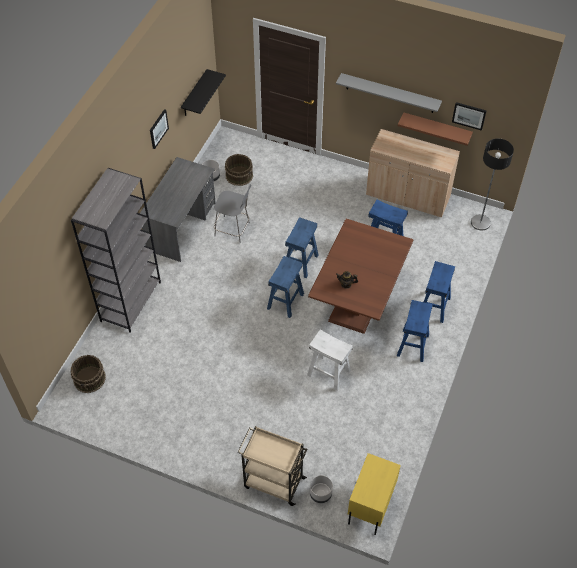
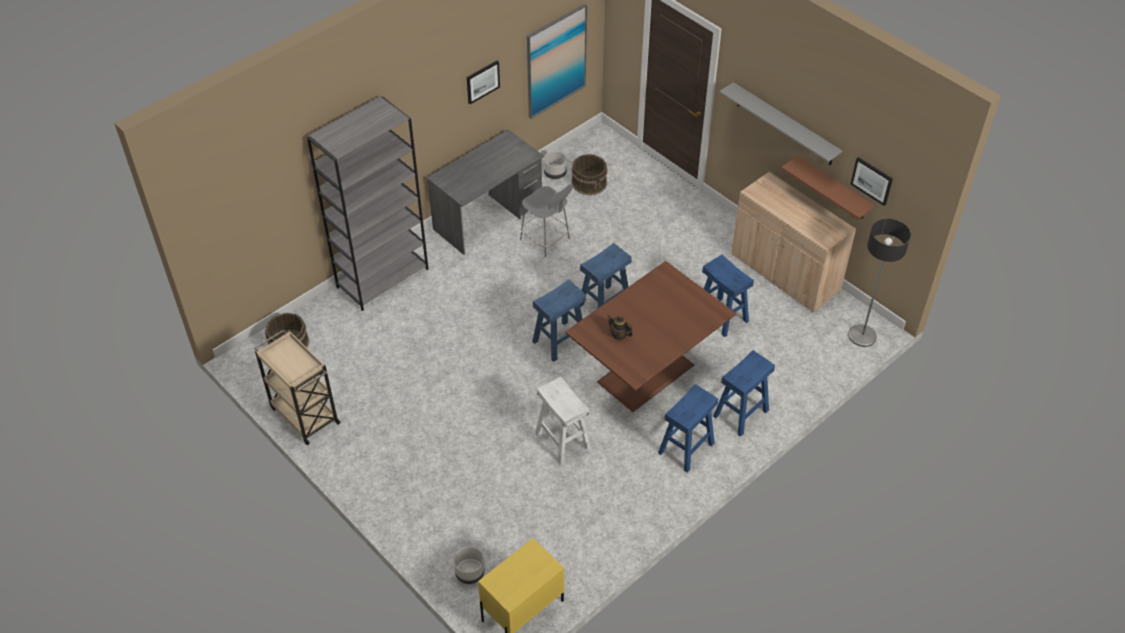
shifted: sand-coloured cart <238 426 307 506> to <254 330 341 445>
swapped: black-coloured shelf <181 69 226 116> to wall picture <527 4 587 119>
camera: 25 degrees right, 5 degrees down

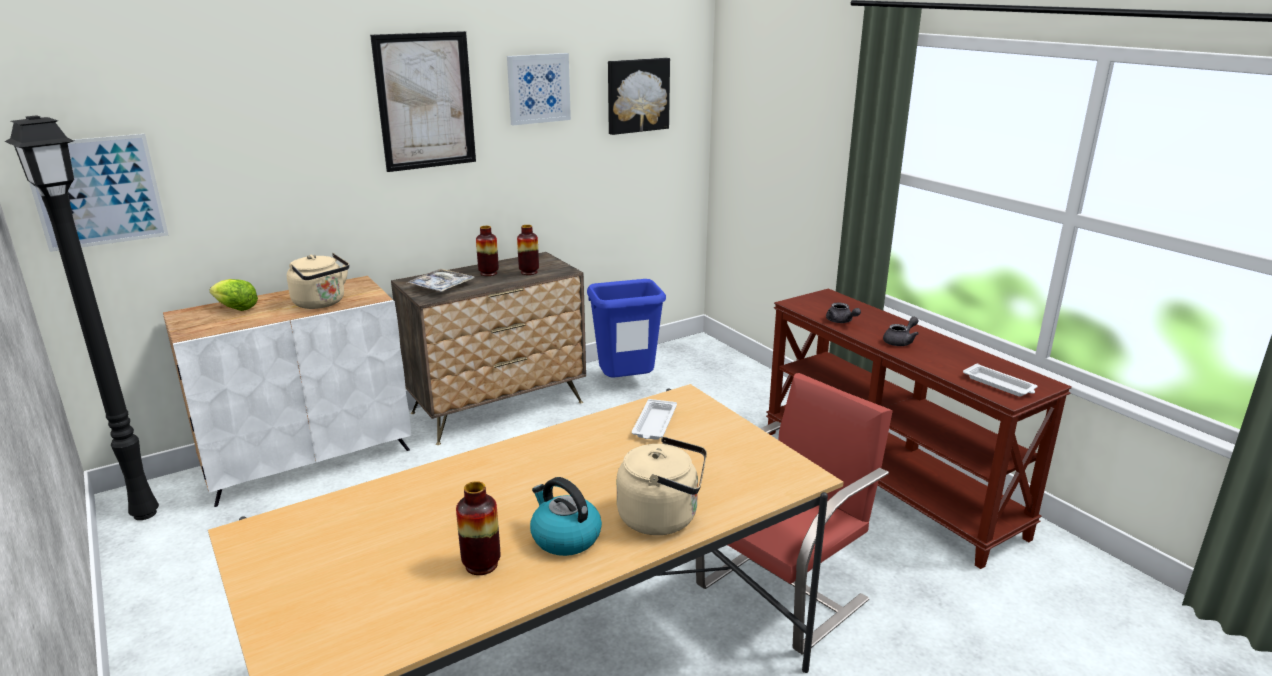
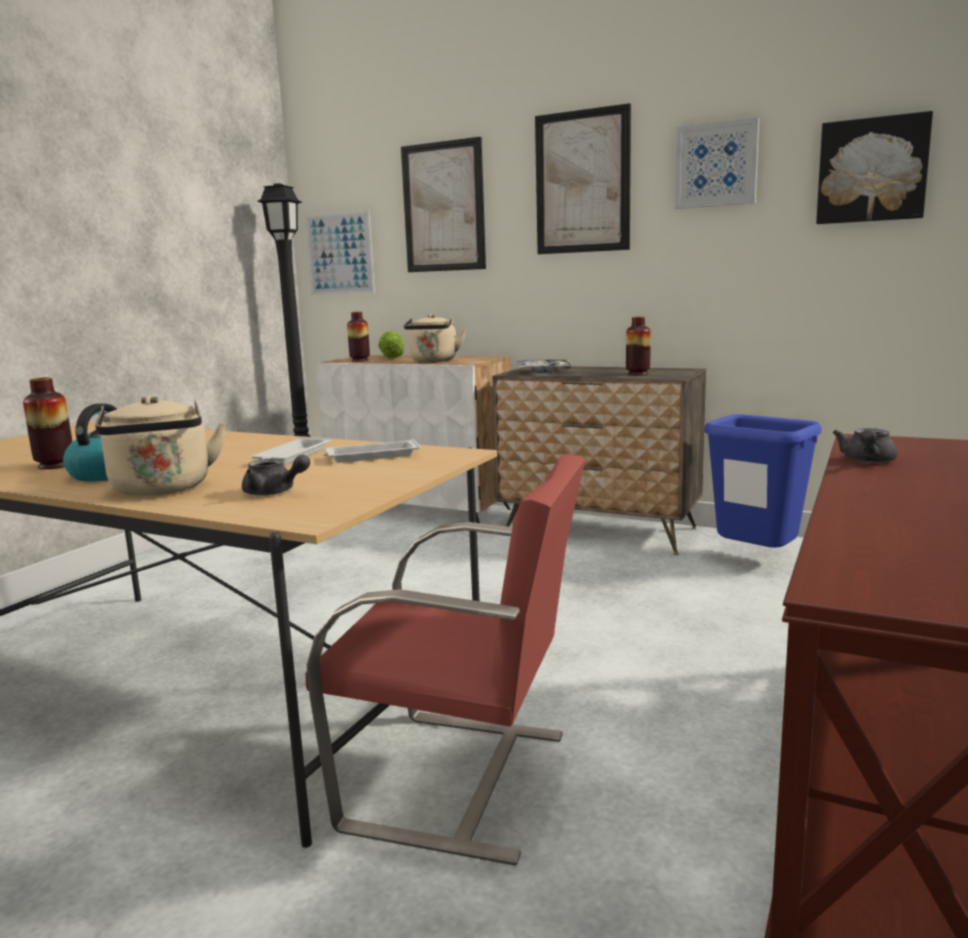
new: wall picture <401 137 486 272>
shifted: decorative vase <476 226 499 276> to <347 312 370 362>; gray tea pot <883 317 919 346> to <242 455 310 496>; white carrying tray <963 363 1038 397> to <251 437 331 465>
camera: 60 degrees right, 10 degrees down

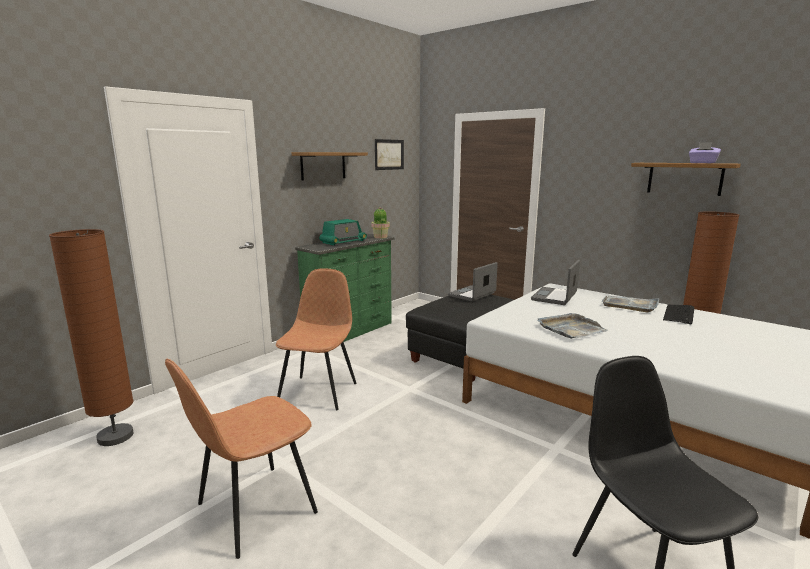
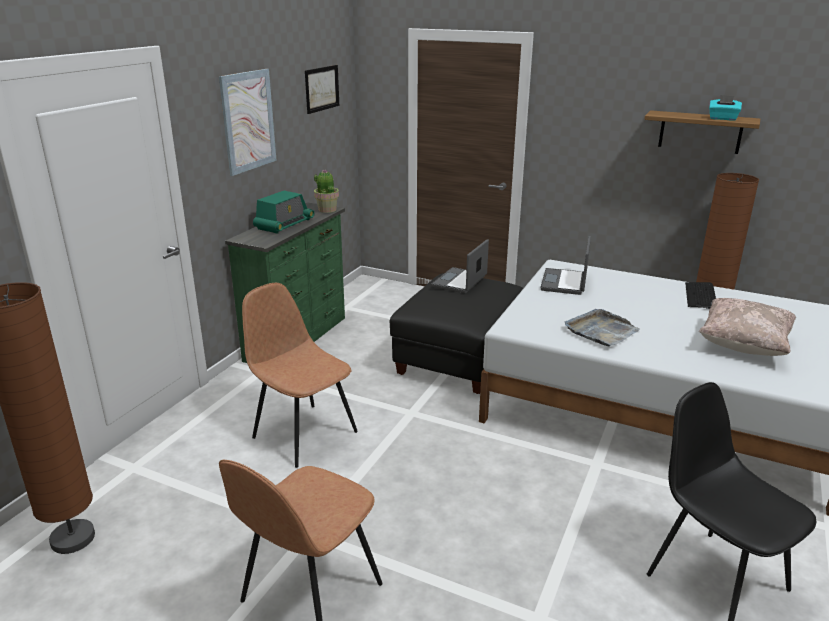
gone: gray carrying tray <602 296 659 312>
new: sand-coloured throw pillow <699 298 796 356>
swapped: shelf <292 152 368 180> to wall picture <219 69 277 176>
repainted: purple tissue holder <689 142 721 163> to turquoise tissue holder <709 95 742 120>
rotated: brownish plain chair <276 268 356 411> = <242 283 358 468> 45 degrees counterclockwise
camera: 15 degrees left, 10 degrees up

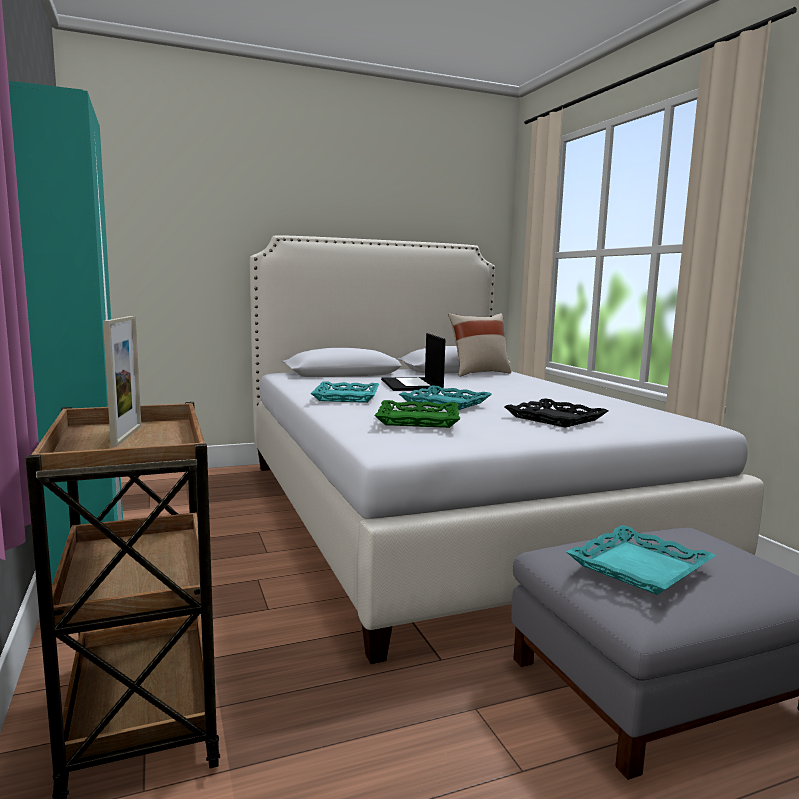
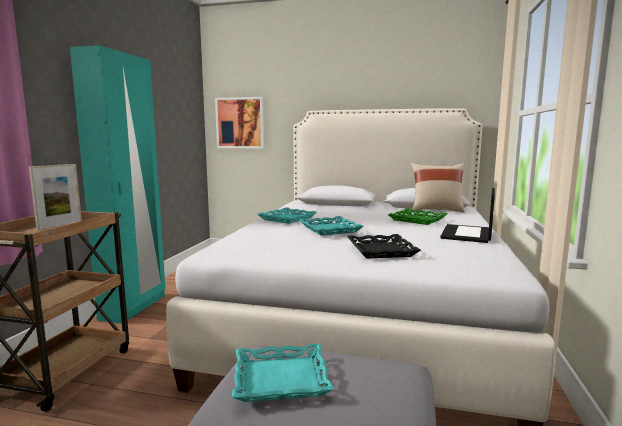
new: wall picture <215 97 264 149>
shifted: green-coloured carrying tray <375 400 460 428> to <388 208 447 225>; laptop <381 333 445 391> to <440 188 495 243>
camera: 35 degrees right, 0 degrees up

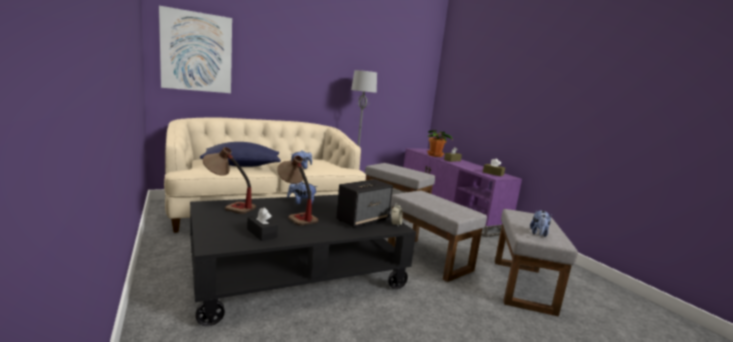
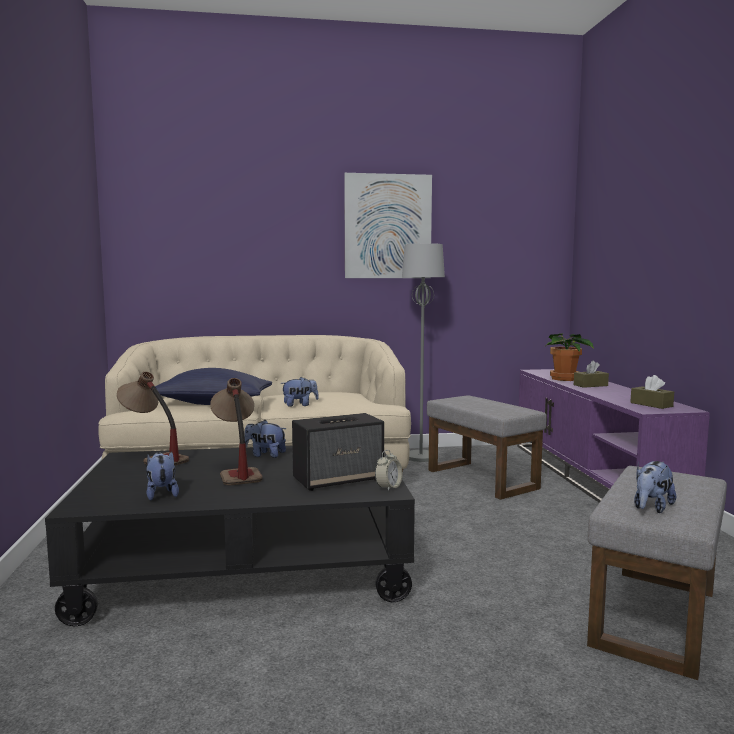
gone: gray footrest <388 190 487 282>
shifted: wall picture <159 6 232 93> to <344 173 432 278>
swapped: black-coloured tissue holder <247 208 278 241> to soft toy <146 452 179 501>
camera: 20 degrees right, 5 degrees down

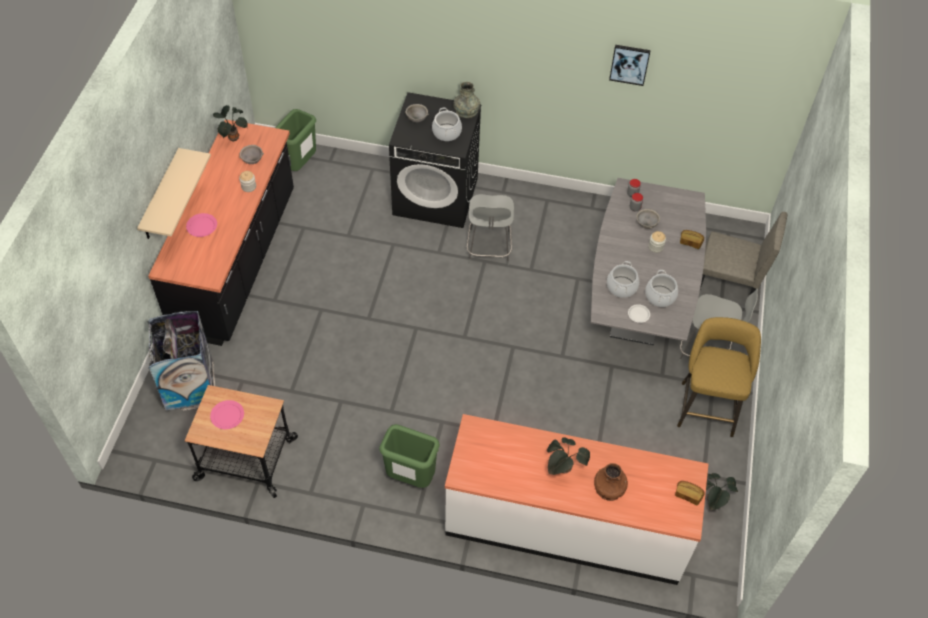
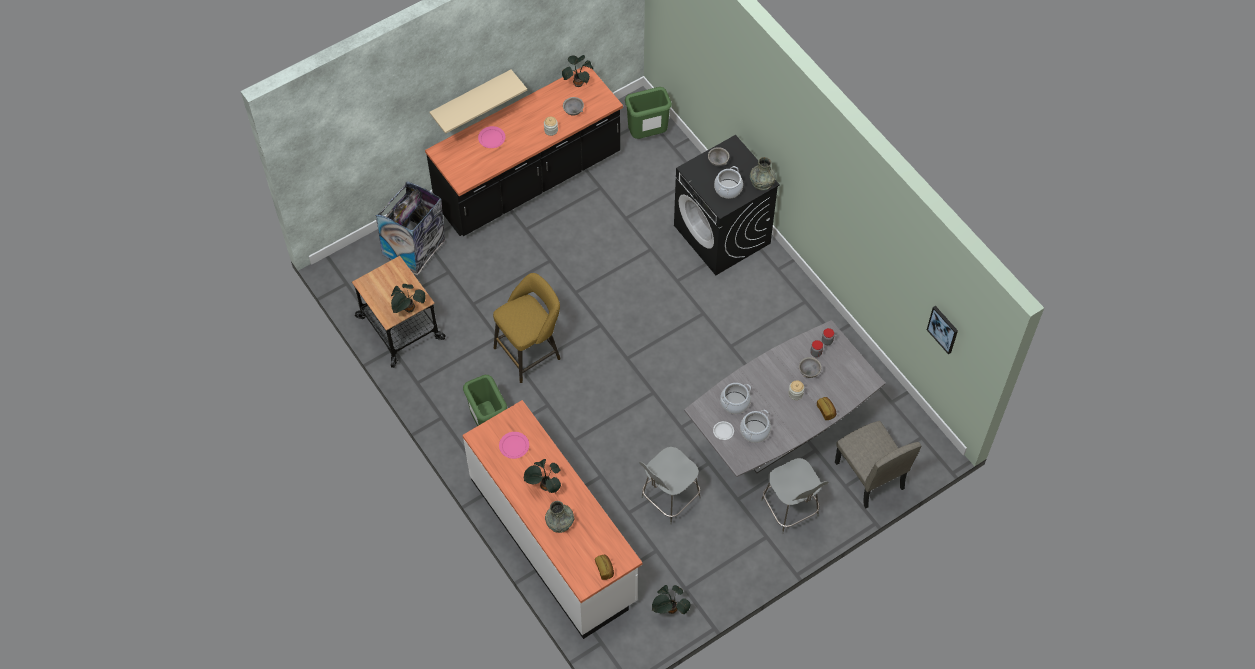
new: potted plant <391 284 426 314>
shifted: pink plate <210 400 244 429> to <499 432 529 459>; gray plain chair <467 194 514 265> to <639 447 701 525>; wall picture <609 45 651 86> to <927 306 958 355>; yellow-coloured stool seat <677 317 761 437> to <493 273 561 383>
repainted: brownish decorative vase <594 463 628 501> to gray decorative vase <545 501 574 533>
camera: 45 degrees right, 5 degrees up

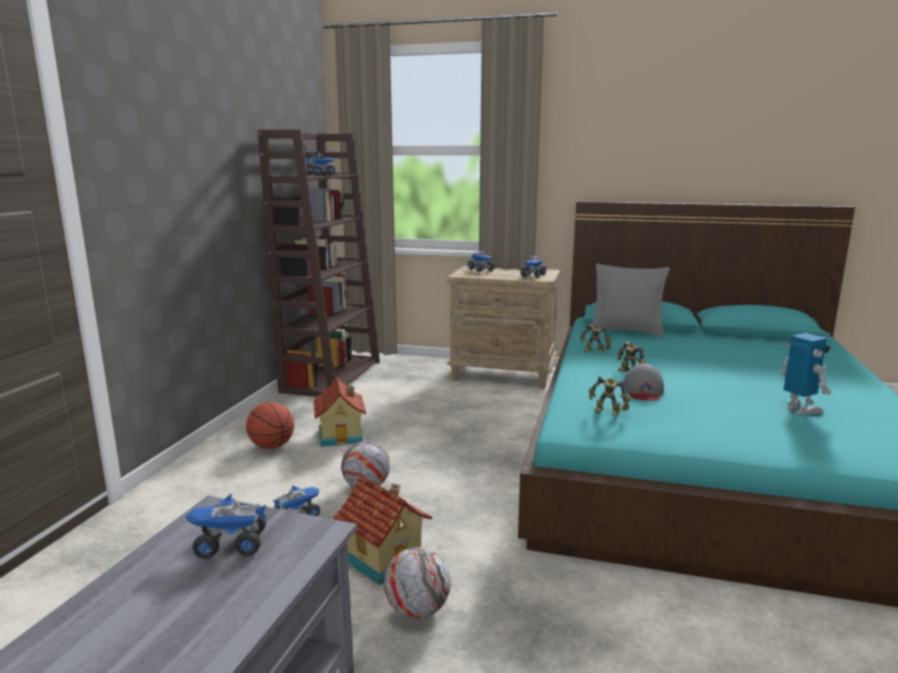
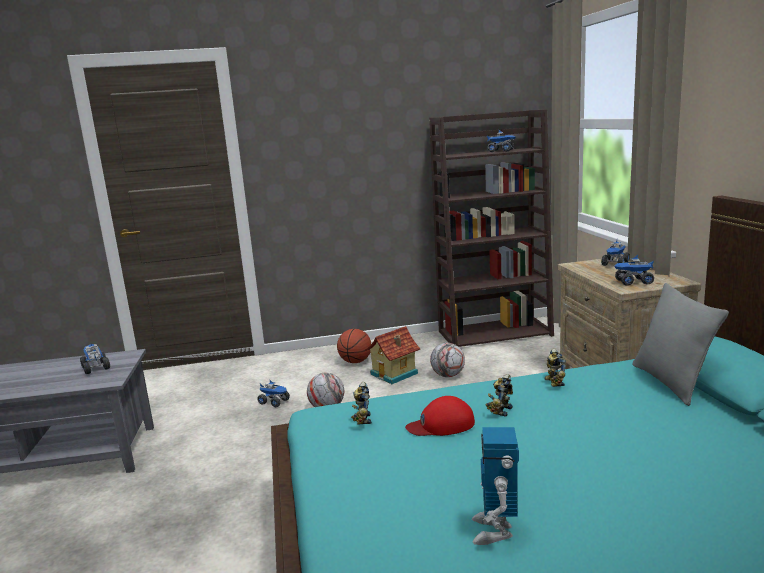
gone: miniature house <333 475 432 585>
shifted: football ball <384 547 451 618> to <430 343 465 377>
repainted: gray cap <624 363 664 401> to red-coloured cap <405 396 475 436>
rotated: model robot <780 333 831 414> = <472 427 519 545> 150 degrees clockwise
camera: 65 degrees right, 0 degrees up

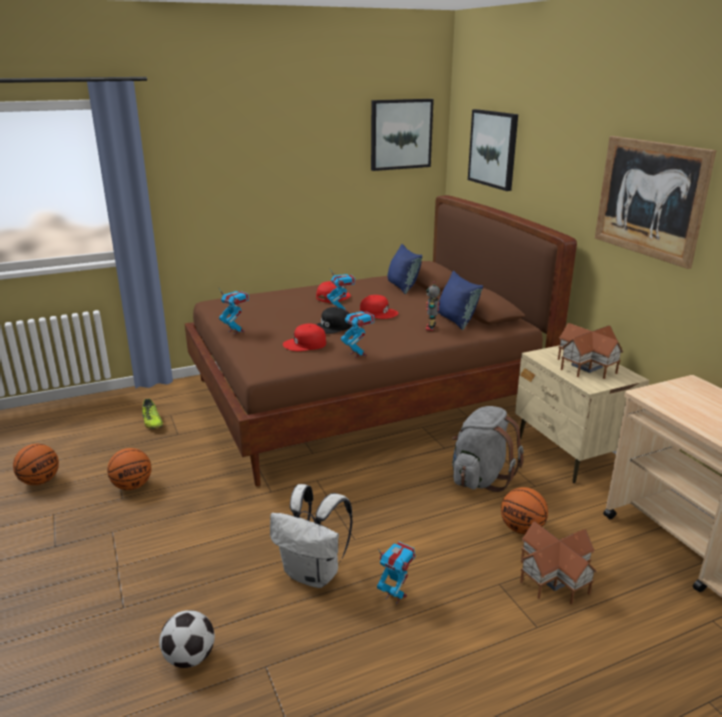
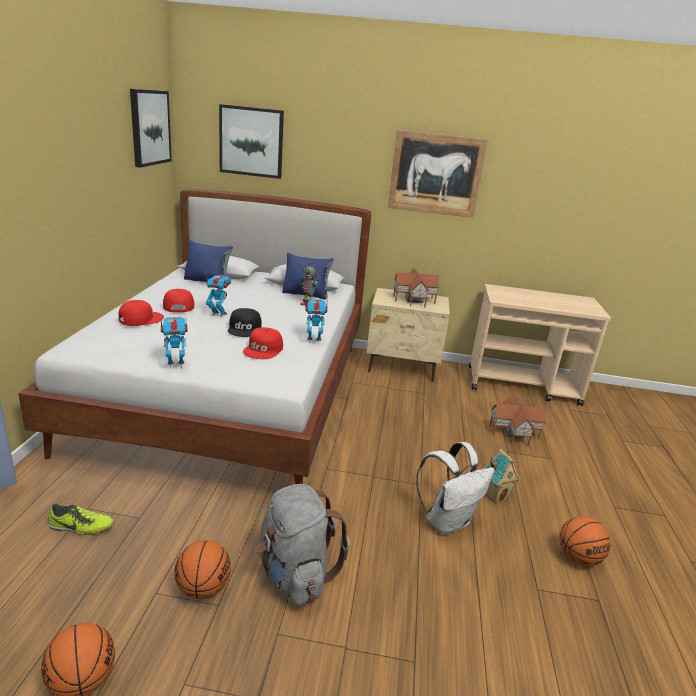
gone: football ball <159 610 215 668>
shifted: red-coloured cap <360 295 398 319> to <118 300 164 326>; gray knapsack <452 406 524 492> to <255 484 350 606>; basketball ball <501 487 548 534> to <559 516 611 566>
swapped: model robot <377 542 416 604> to miniature house <483 449 521 503>
repainted: brownish bed <185 195 577 487> to white bed <18 189 371 484>
camera: 60 degrees left, 0 degrees up

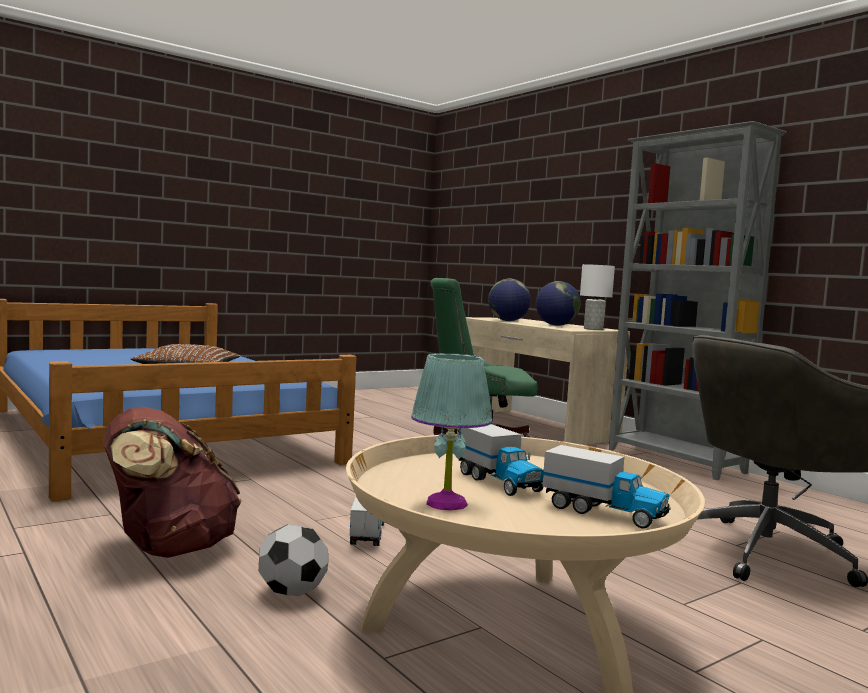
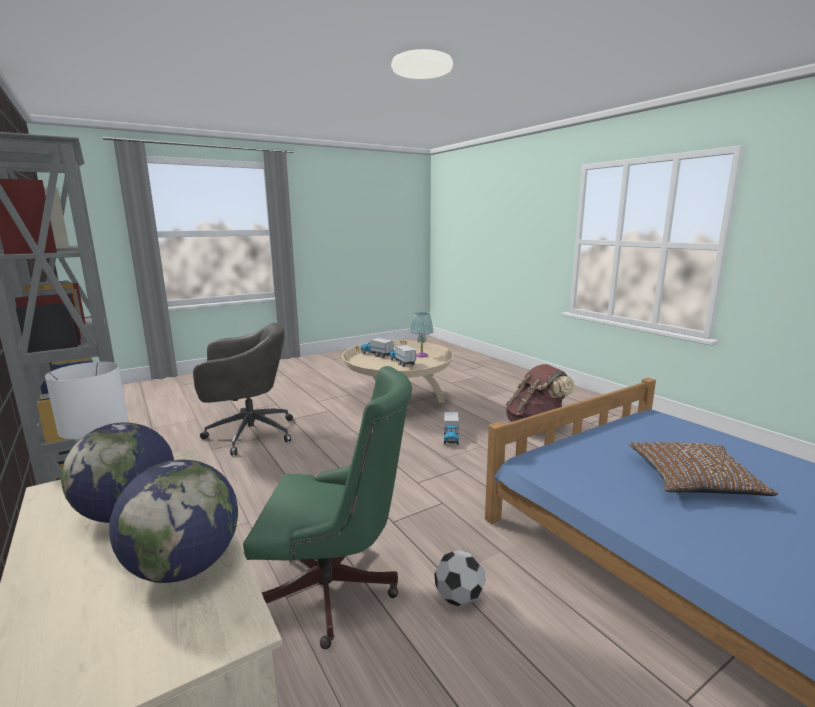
shifted: football ball <259 524 328 596> to <434 550 485 606>
camera: 175 degrees left, 10 degrees up

